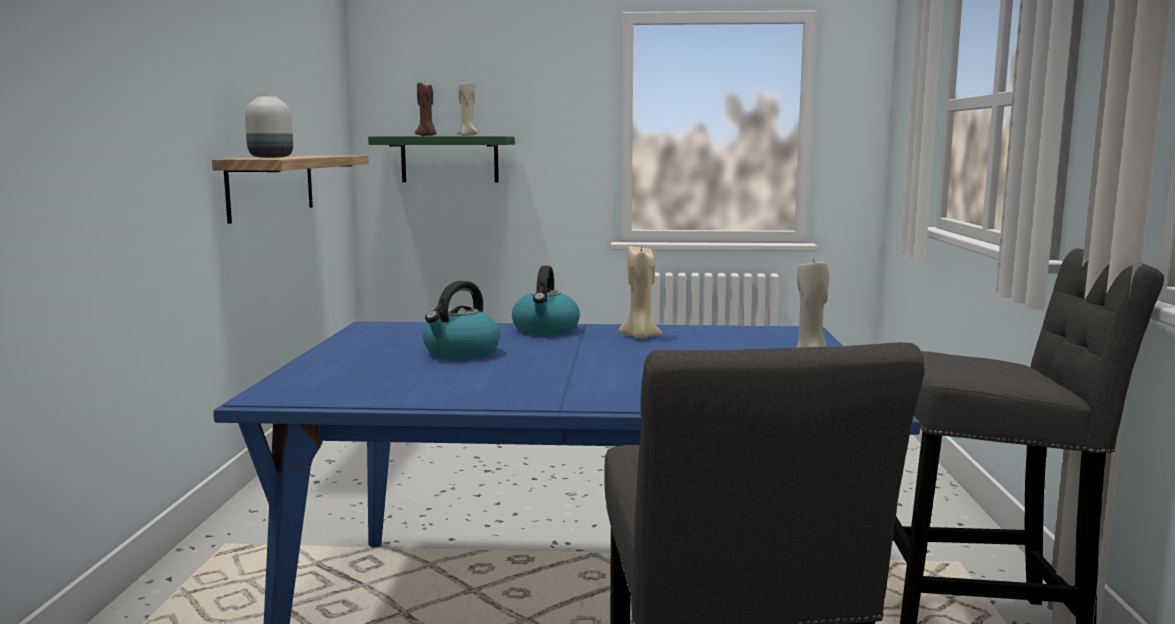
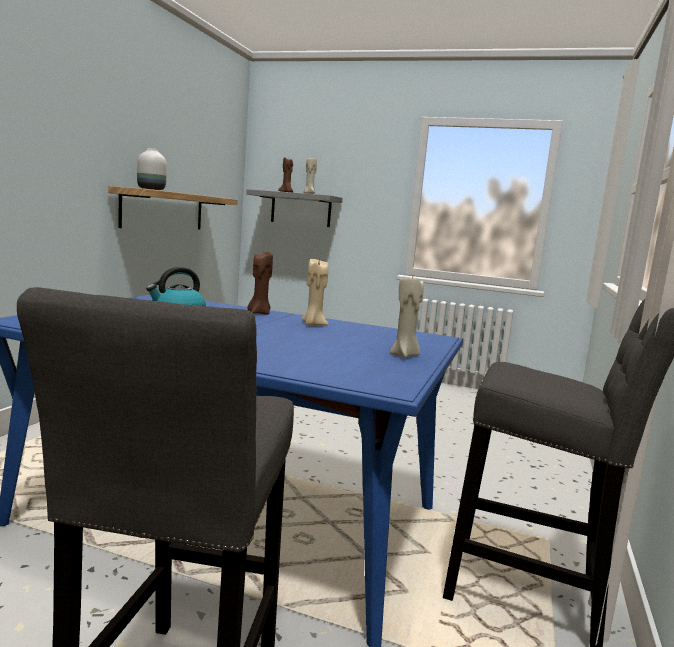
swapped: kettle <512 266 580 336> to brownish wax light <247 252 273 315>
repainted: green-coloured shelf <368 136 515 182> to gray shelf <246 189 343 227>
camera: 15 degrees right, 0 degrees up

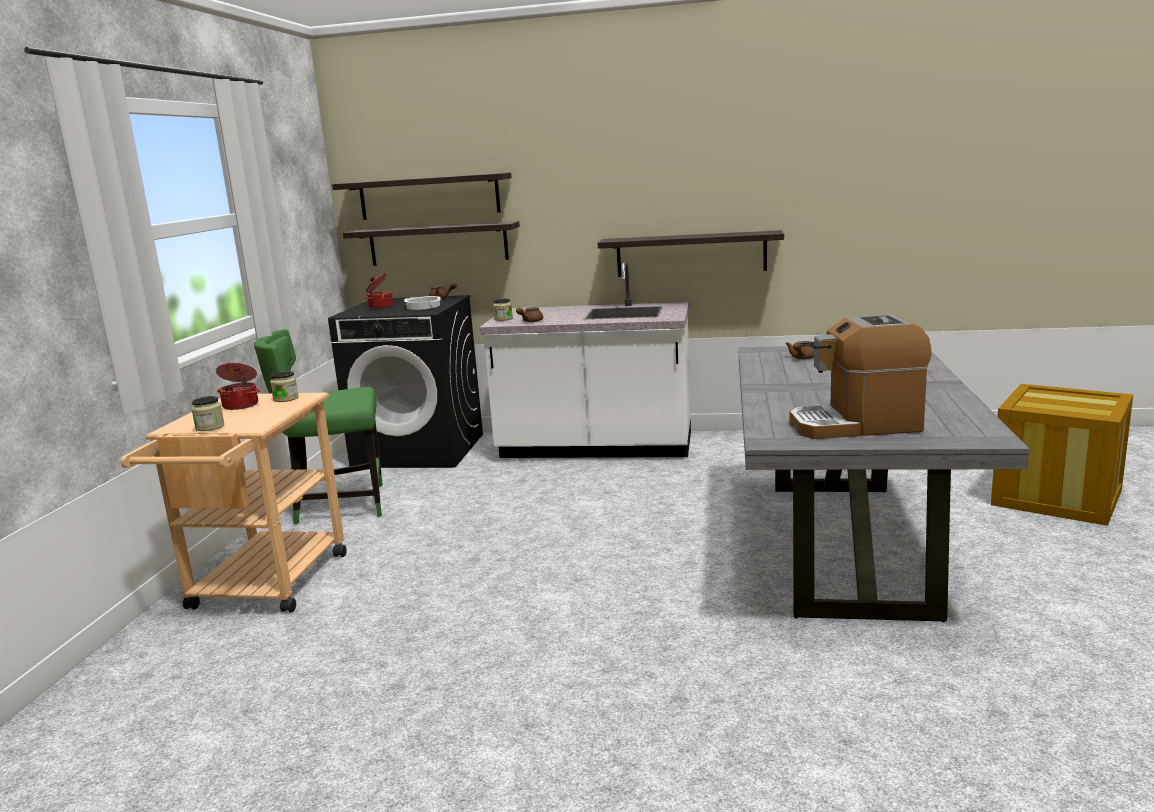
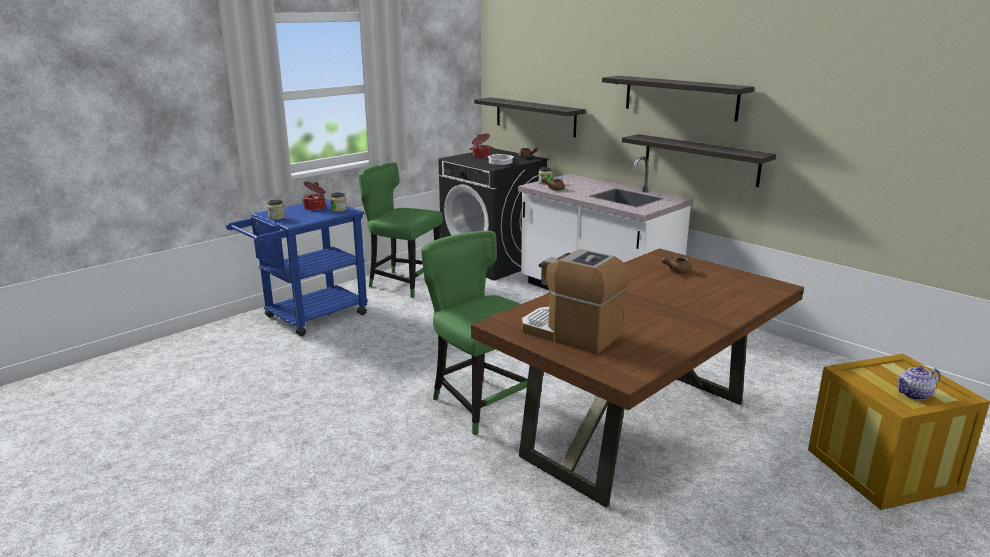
new: green-coloured plain chair <421 231 528 435>; tea pot <897 366 940 400>
shifted: shelf <332 172 512 220> to <602 76 754 122>
repainted: sand-coloured cart <120 393 347 612> to blue cart <226 199 368 336>; gray dinner table <738 346 1029 623> to brownish dinner table <471 248 804 507>
camera: 35 degrees right, 5 degrees up

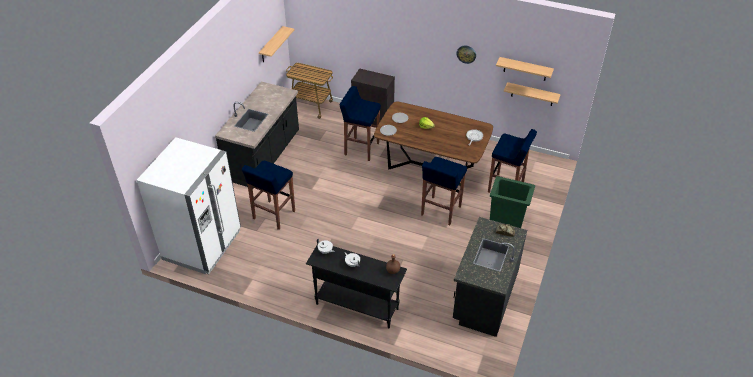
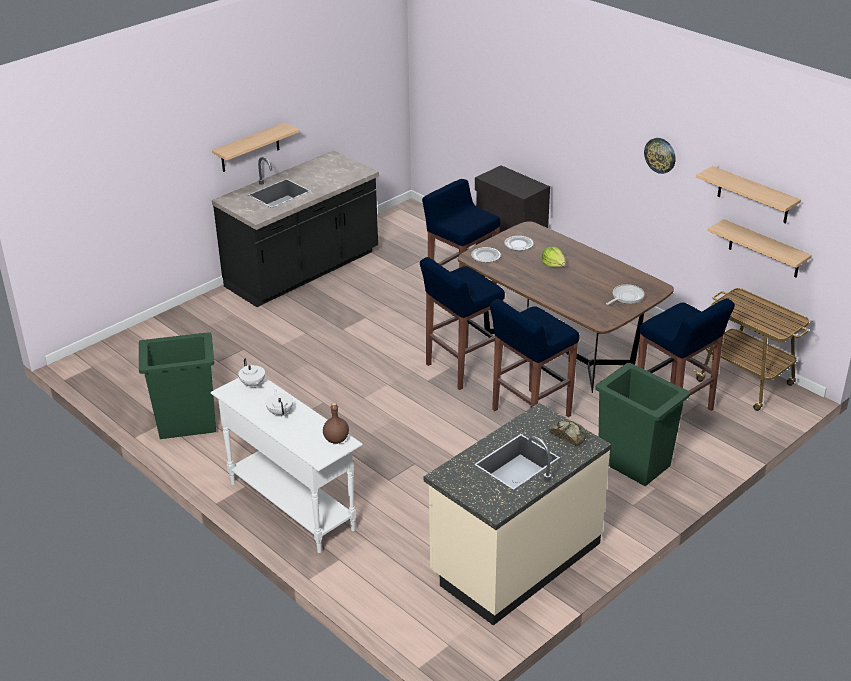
gone: white kitchen fridge <137 137 241 274>
new: green-coloured waste bin <139 332 216 439>
shifted: blue stool seat <242 161 295 230> to <420 257 505 390>; shelf <259 26 295 62> to <212 122 300 172>; cart <286 63 333 119> to <693 288 809 411>
repainted: black-coloured hall table <306 244 407 328> to white hall table <211 377 363 553>; black-coloured counter <453 217 527 337> to sand-coloured counter <424 403 611 625>
camera: 25 degrees right, 10 degrees down

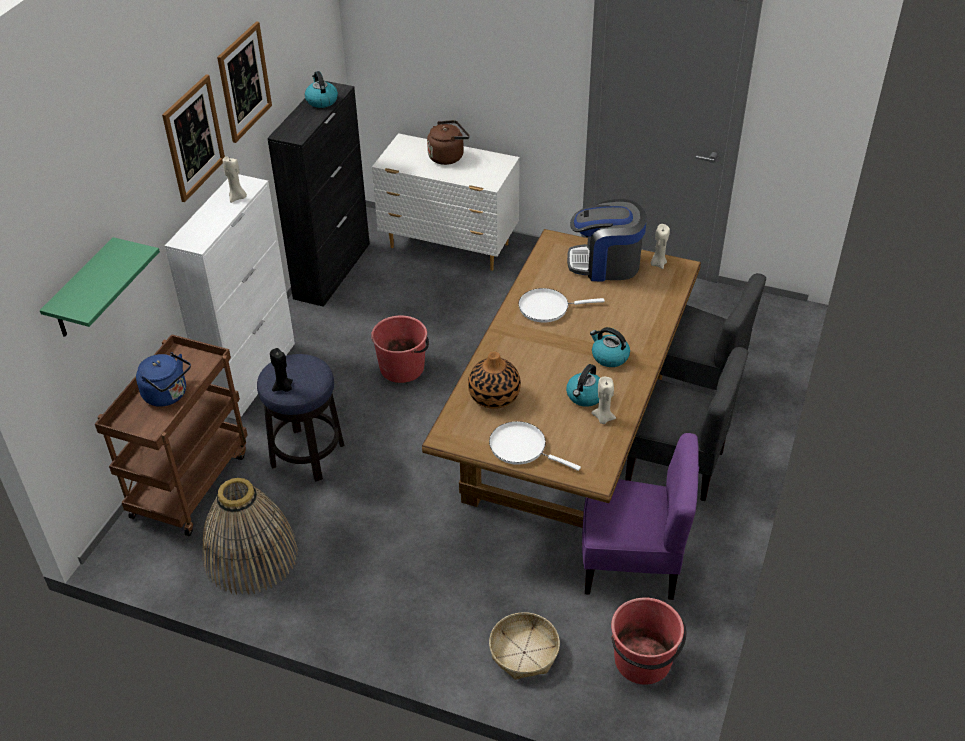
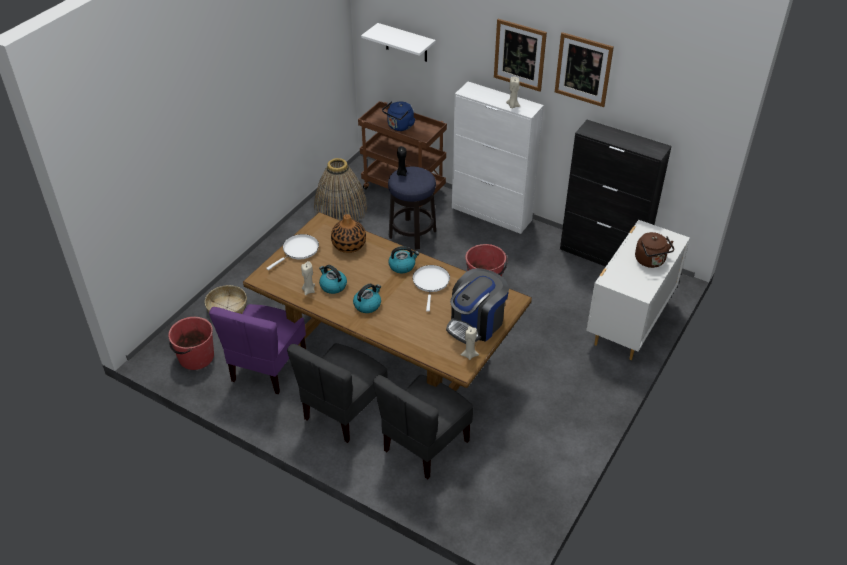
shifted: kettle <305 71 338 108> to <389 246 419 273>
repainted: green-coloured shelf <40 237 160 337> to white shelf <361 23 436 62>
rotated: coffee brewer <567 199 647 281> = <446 268 509 344> 150 degrees counterclockwise
camera: 100 degrees right, 0 degrees up

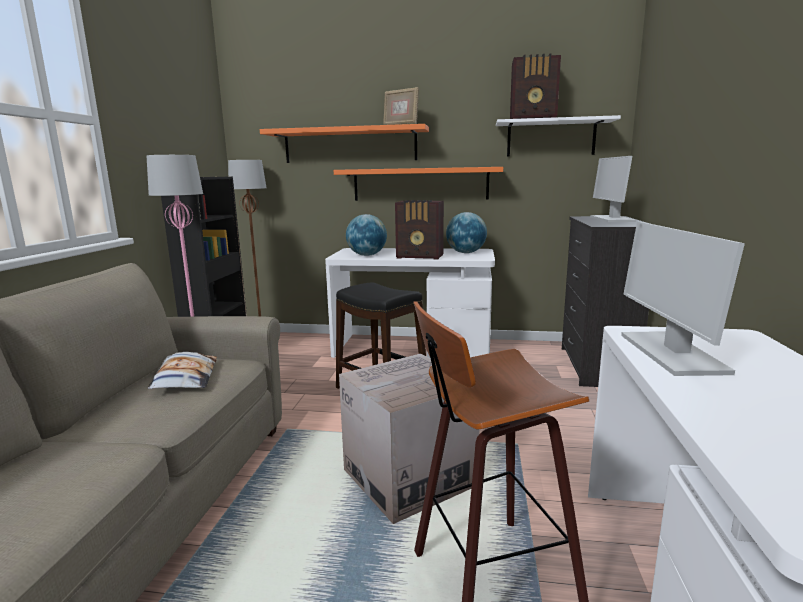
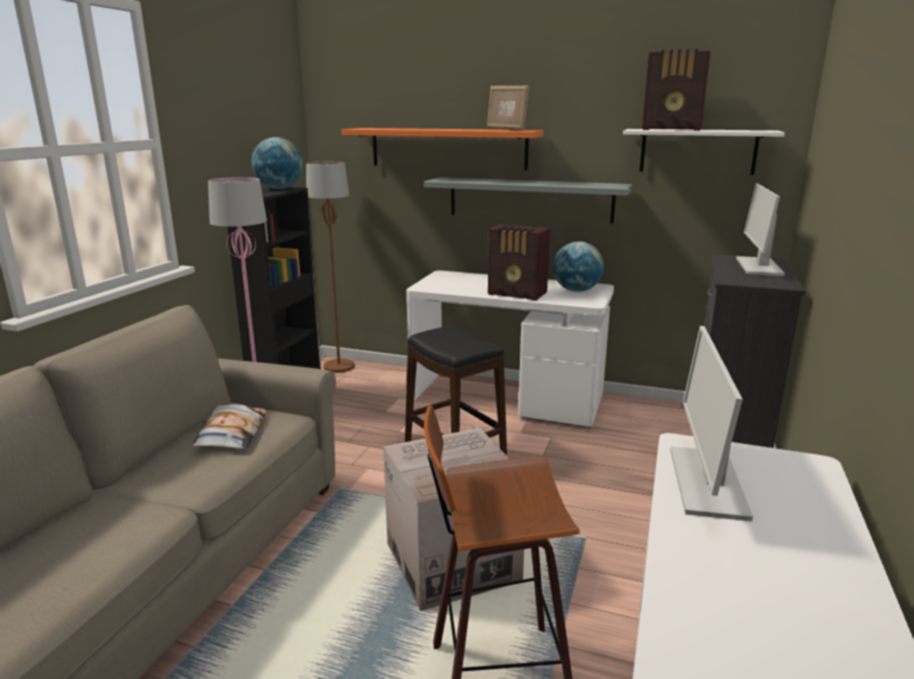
shifted: world globe <346 214 387 256> to <251 137 303 189>
repainted: orange shelf <334 167 503 201> to gray shelf <424 177 632 223>
camera: 10 degrees right, 5 degrees up

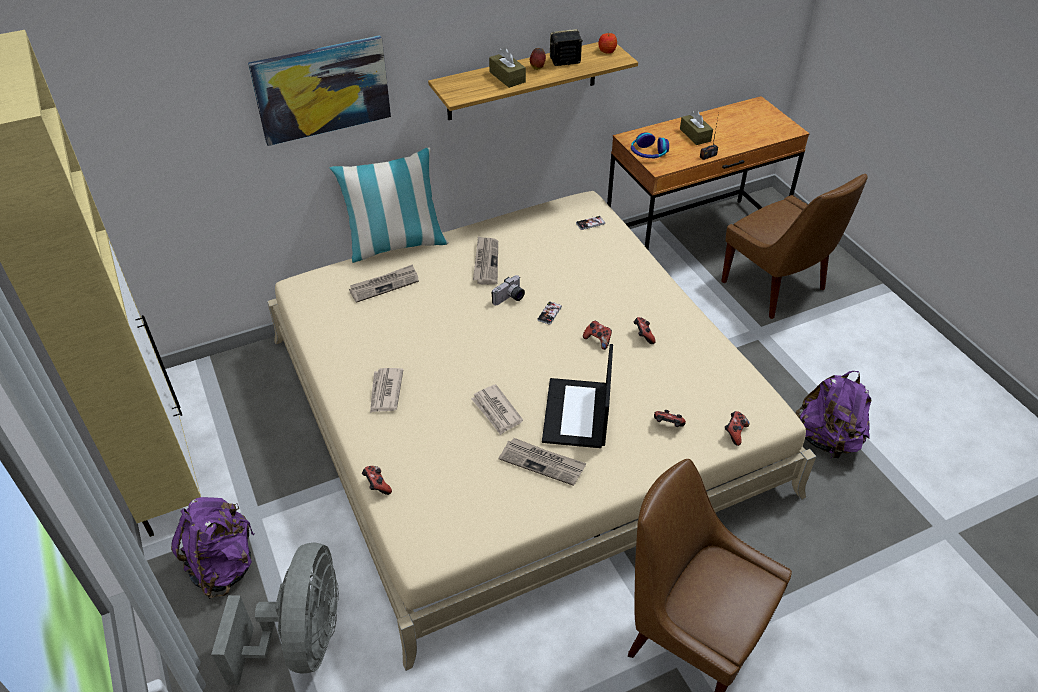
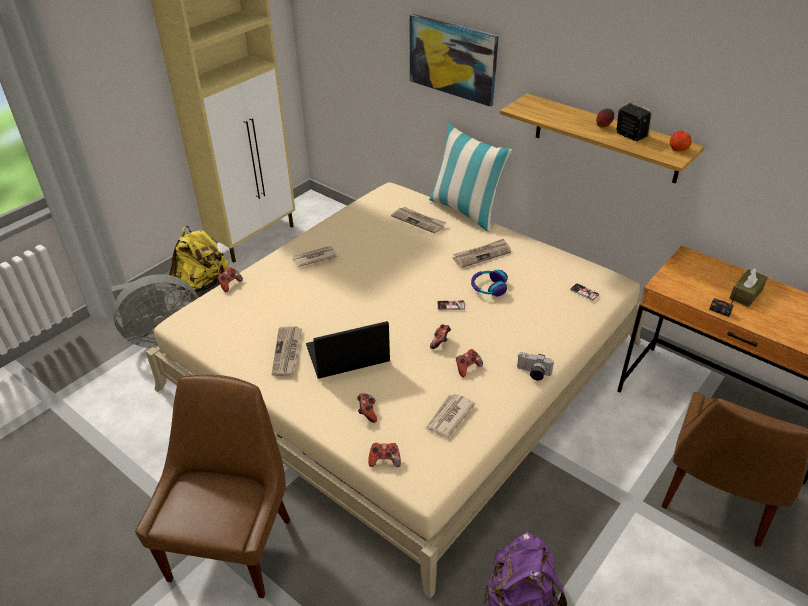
gone: brownish tissue holder <489 47 526 88>
shifted: printed paper <471 384 523 435> to <425 393 475 437>; photo camera <491 275 525 305> to <517 352 554 381>; headset <631 132 669 158> to <471 270 508 296>
repainted: purple knapsack <171 497 254 599> to yellow-coloured knapsack <169 226 229 292>
camera: 65 degrees right, 5 degrees down

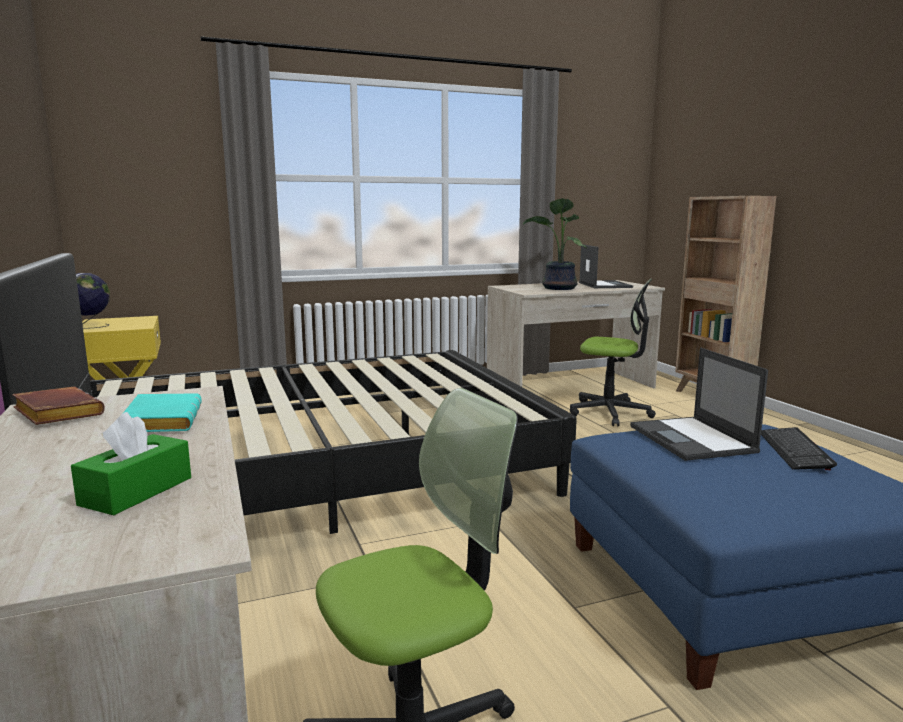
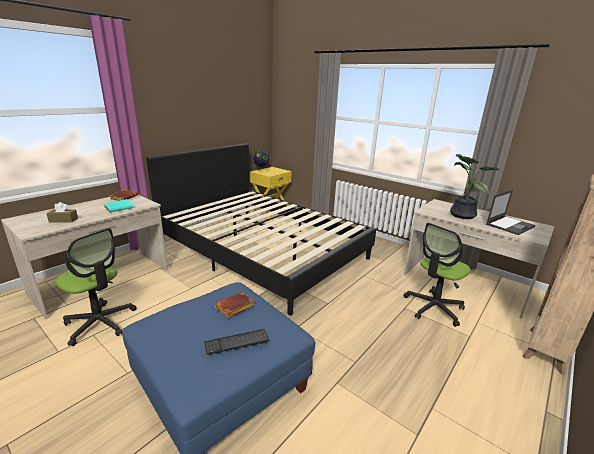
swapped: laptop <630 347 768 461> to brownish volume <215 292 255 318>
repainted: green-coloured tissue holder <71 412 191 515> to brownish tissue holder <46 202 78 223>
rotated: computer chair <570 279 656 426> = <404 223 471 327> 60 degrees clockwise
camera: 60 degrees right, 10 degrees up

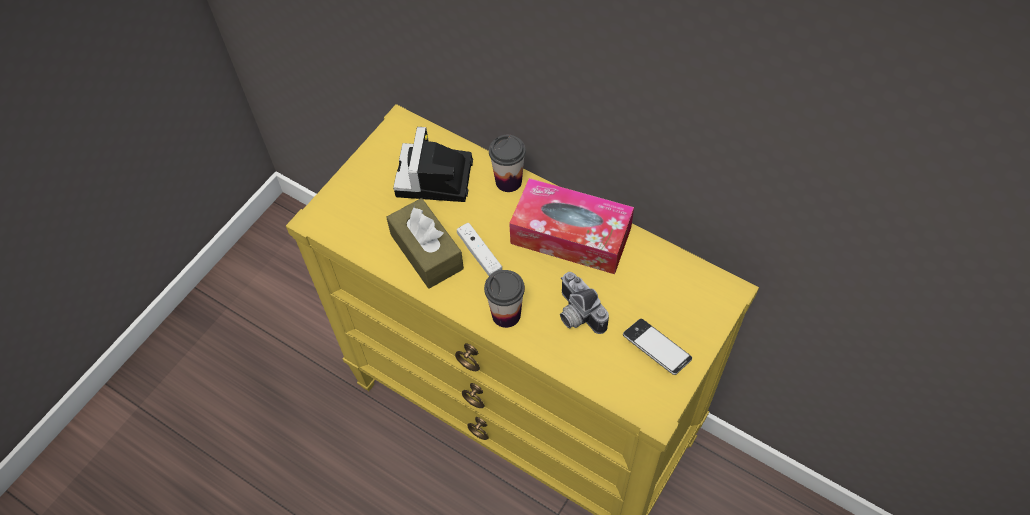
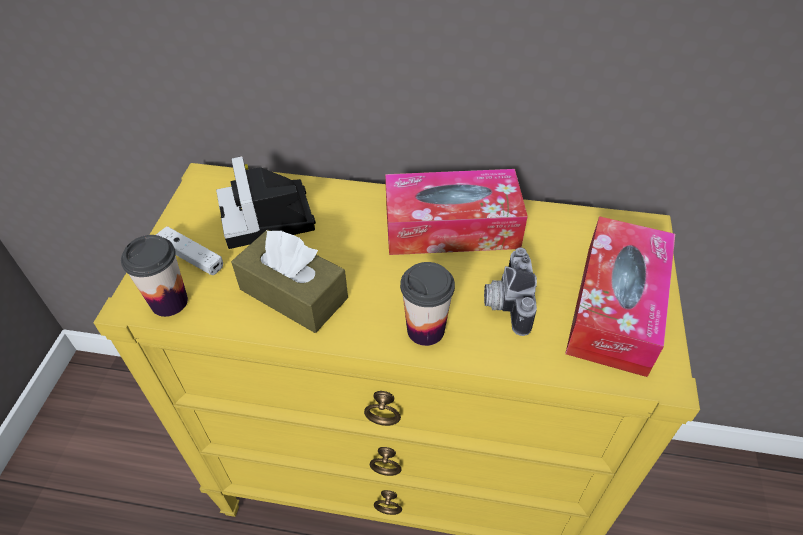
shifted: white joypad <457 223 502 276> to <156 226 223 275>; small cup <489 135 526 192> to <121 235 188 317>
swapped: handset <623 319 692 375> to tissue holder <565 216 675 377>
rotated: photo camera <560 272 609 334> = <484 248 537 336> 60 degrees clockwise
camera: 25 degrees left, 10 degrees down

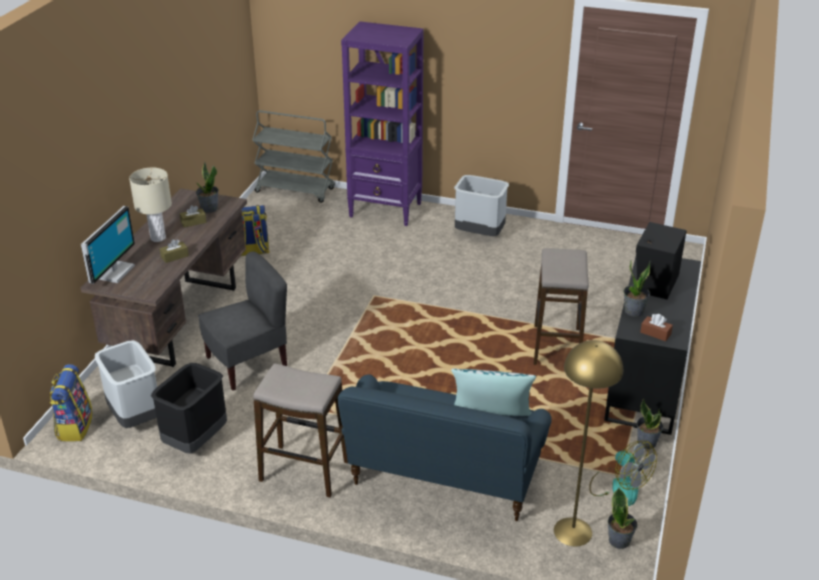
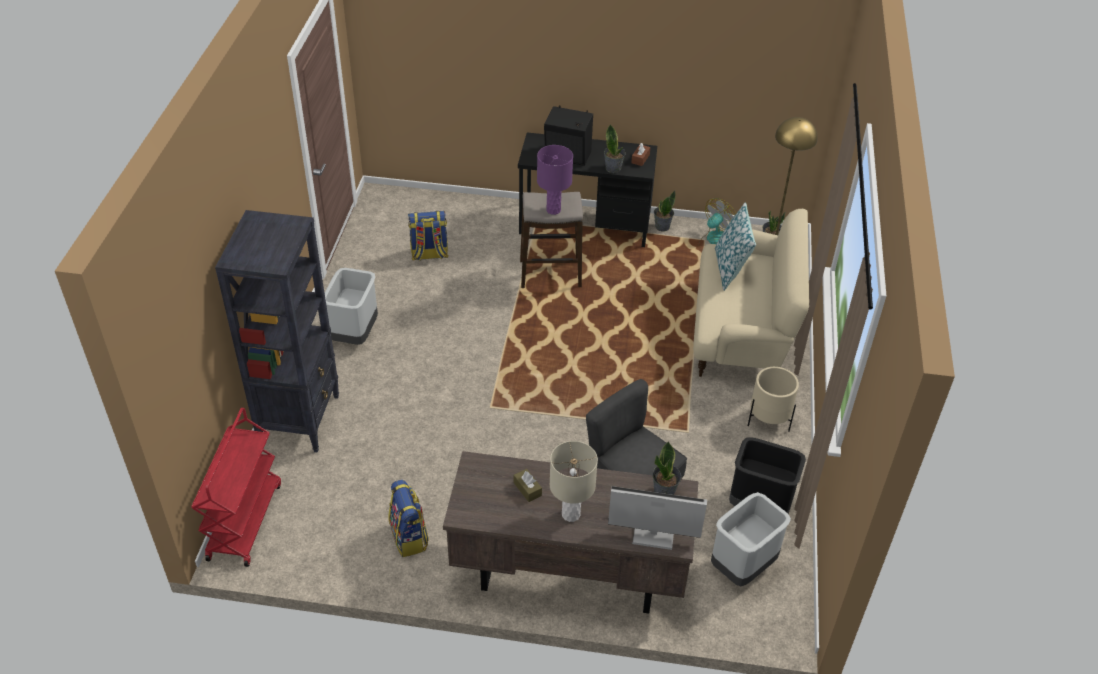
gone: brownish tissue holder <160 239 189 263>
new: purple tabletop lamp <537 145 573 215>
shifted: knapsack <50 364 93 441> to <408 211 448 261>; potted plant <196 162 219 213> to <652 441 681 495>
swapped: stool seat <253 363 348 497> to sand-coloured planter <748 367 799 431>
repainted: gray cart <252 110 335 203> to red-coloured cart <191 408 281 567>; blue couch <338 374 552 521> to sand-coloured couch <693 209 809 377>; purple shelving unit <341 21 424 226> to black-coloured shelving unit <215 210 339 453>
camera: 100 degrees left, 10 degrees up

